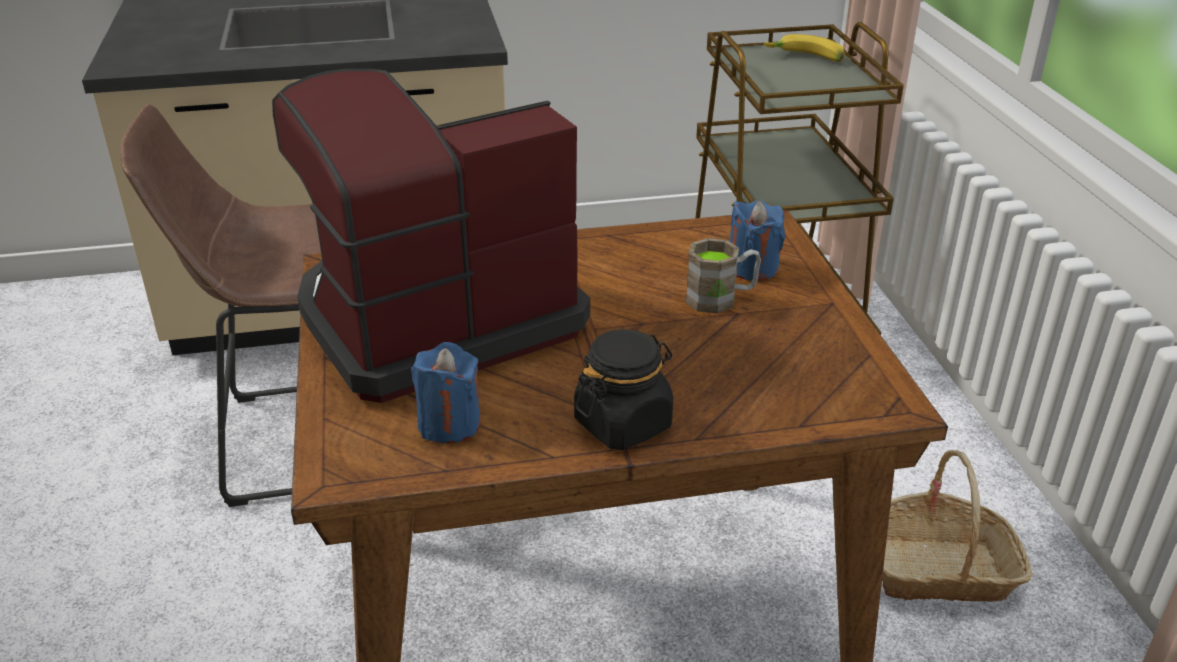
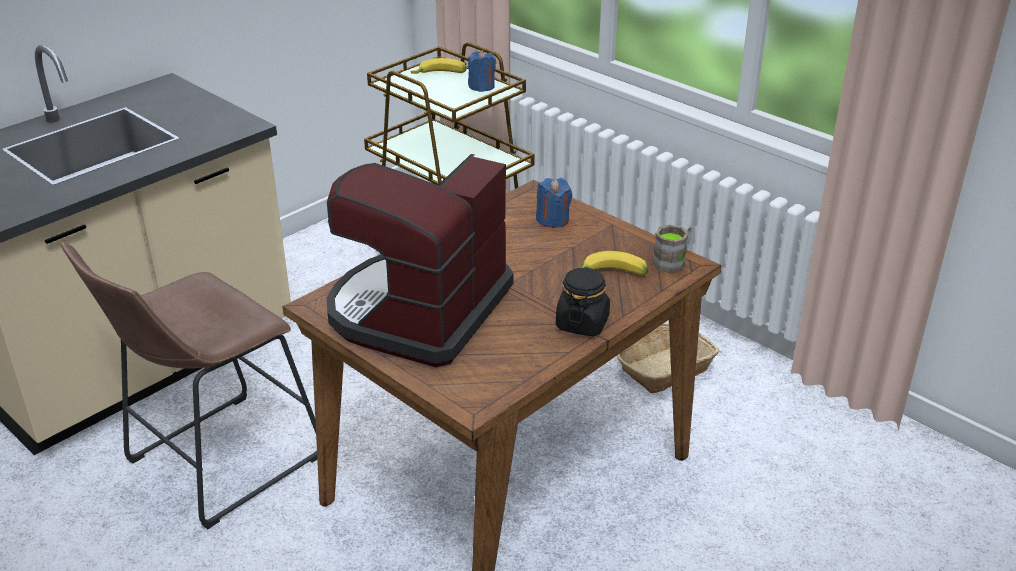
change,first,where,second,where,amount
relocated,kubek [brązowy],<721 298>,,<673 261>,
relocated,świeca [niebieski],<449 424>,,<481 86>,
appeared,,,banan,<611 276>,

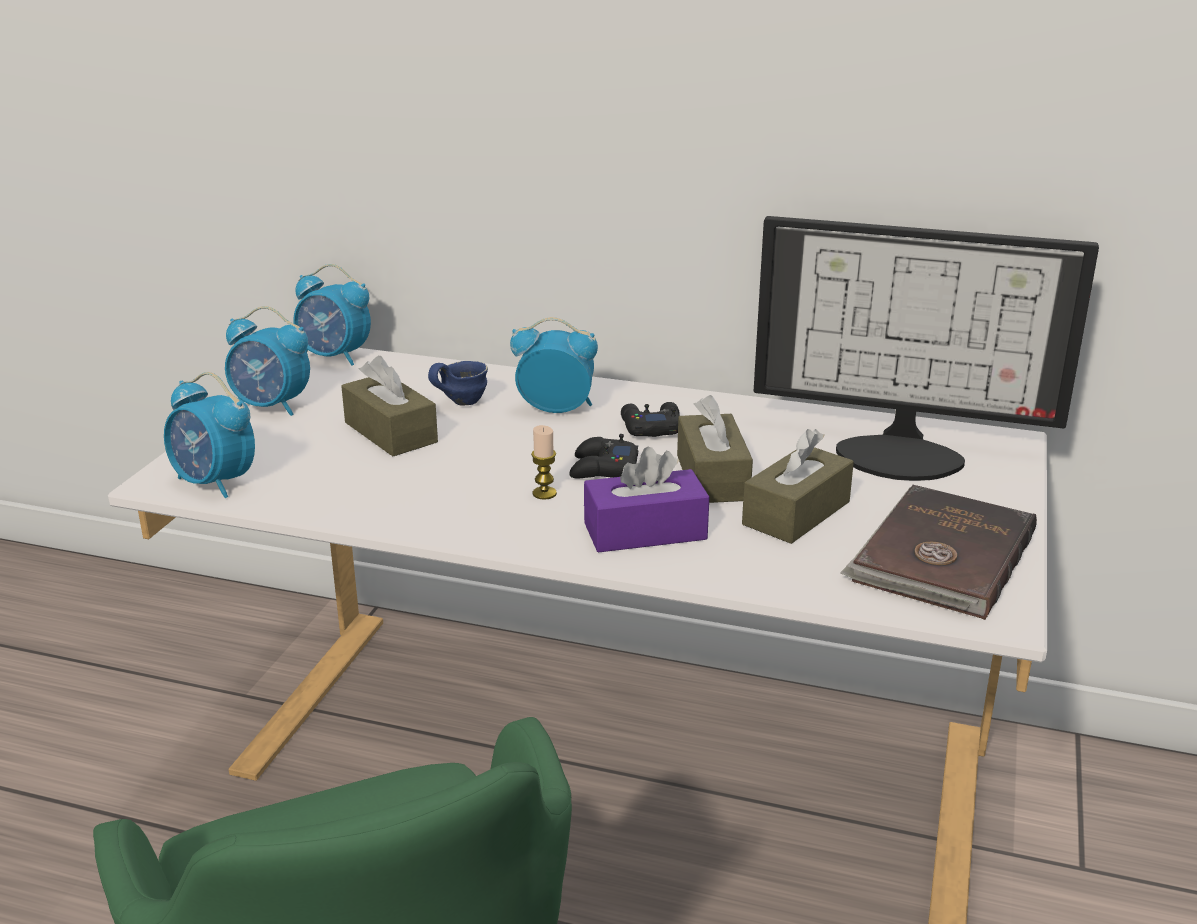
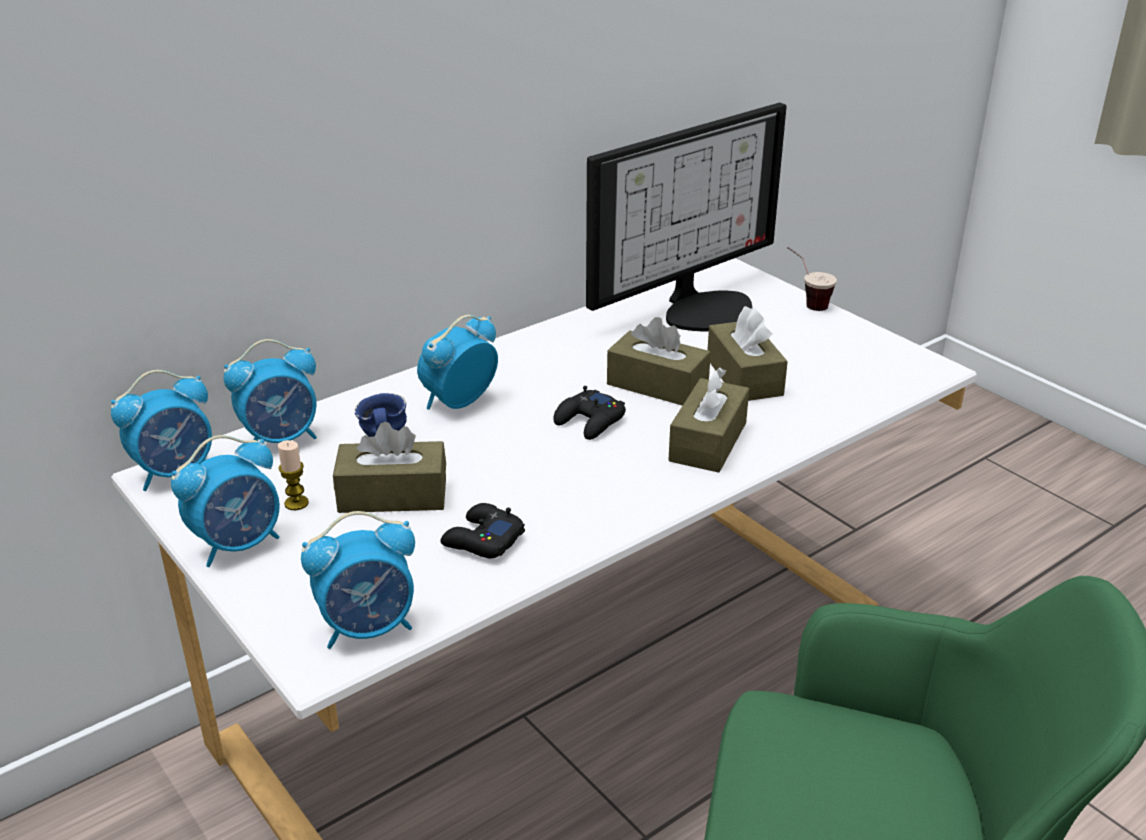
change,first,where,second,where,amount
relocated,pad do gier [czarny],<650 427>,,<482 540>,
relocated,świeca,<544 493>,,<296 503>,
colour,pudełko chusteczek [fioletowy],<645 531>,pudełko chusteczek [brązowy],<708 442>,
missing,książka [brązowy],<940 557>,,,
appeared,,,filiżanka,<806 303>,
appeared,,,budzik,<281 439>,

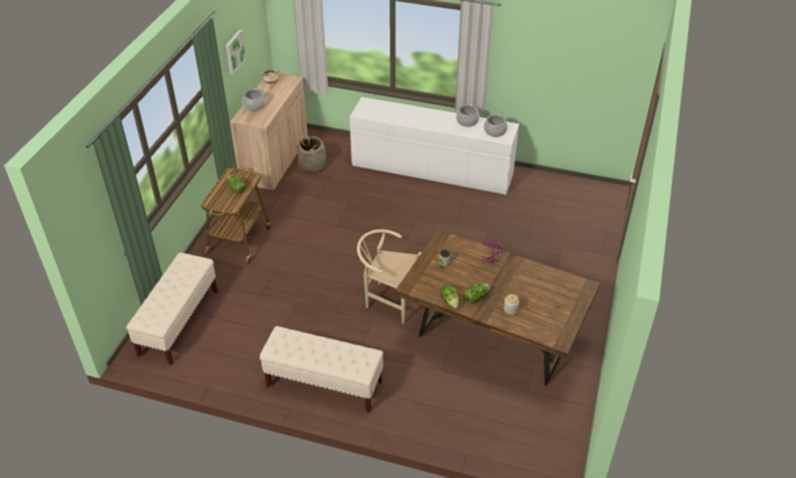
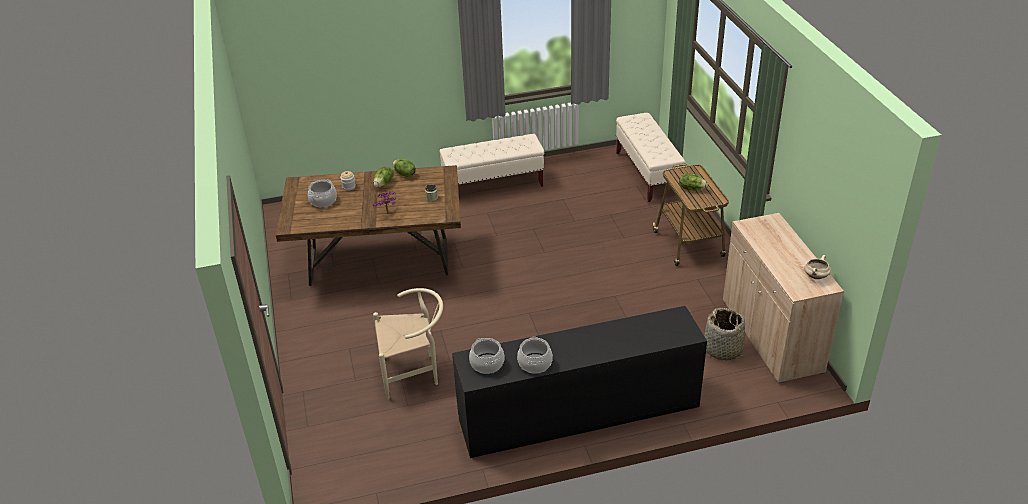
change,first,where,second,where,amount
missing,obraz,<234 51>,,,
relocated,garnek,<254 106>,,<323 200>,
colour,komoda [biały],<432 169>,komoda [czarny],<579 413>,
relocated,krzesło [beżowy],<388 299>,,<414 372>,

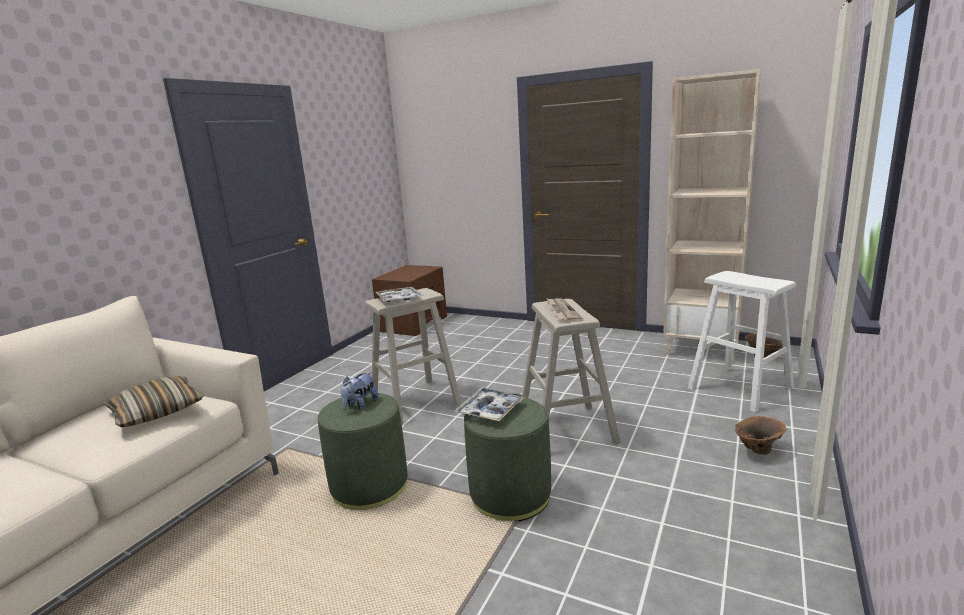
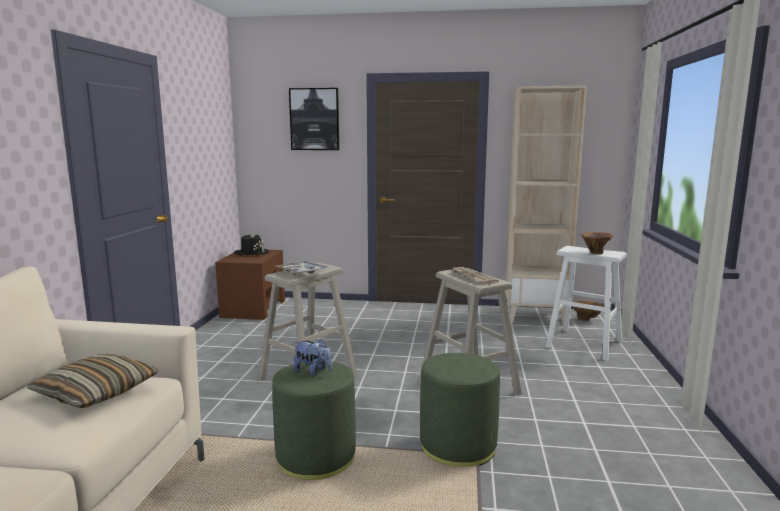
change,first,where,second,where,amount
spun,pluszak,<360 405>,,<313 371>,75 degrees counterclockwise
missing,taca,<491 410>,,,
relocated,wazon [brązowy],<757 451>,,<594 253>,
appeared,,,obraz,<314 119>,
appeared,,,kapelusz [czarny],<252 253>,

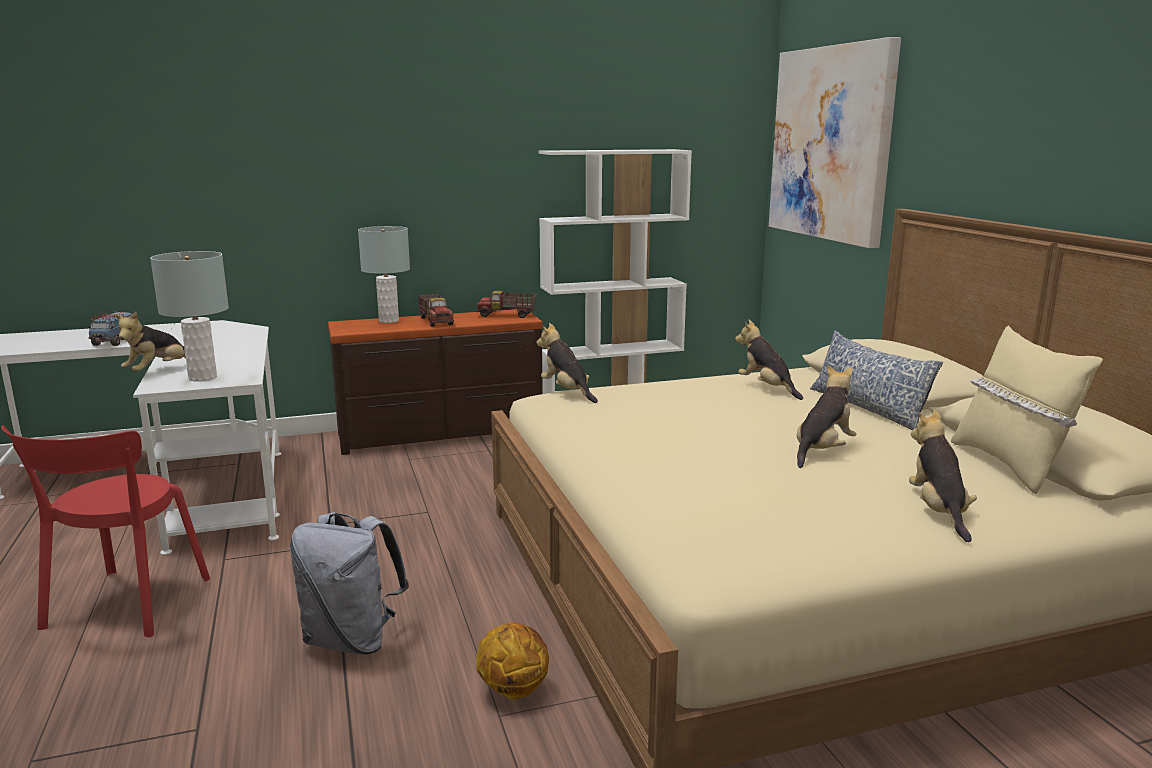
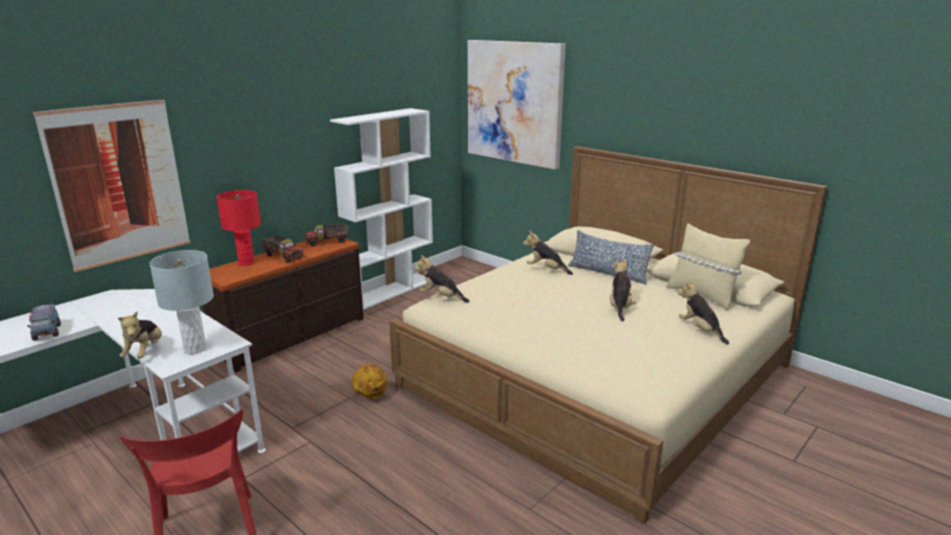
change,first,where,second,where,amount
colour,lampa stołowa [szary],<388 321>,lampa stołowa [czerwony],<246 263>,
missing,plecak [szary],<352 640>,,,
relocated,piłka do koszykówki,<513 689>,,<370 396>,
appeared,,,obraz,<119 183>,

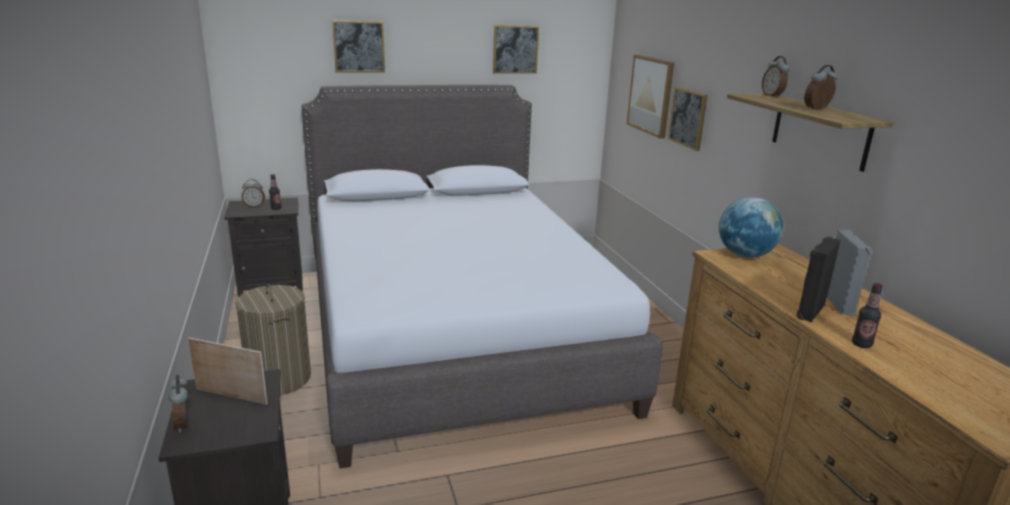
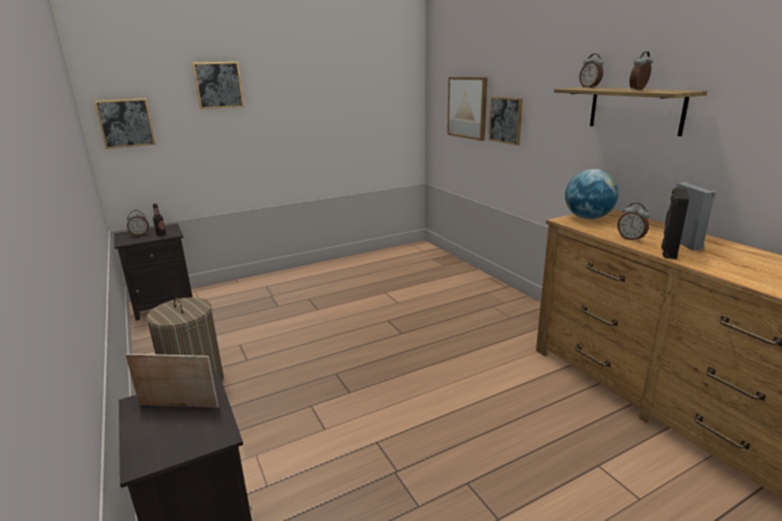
change,first,where,second,where,amount
relocated,obraz,<515 49>,,<126 123>,
missing,łóżko [szary],<452 333>,,,
missing,butelka,<861 344>,,,
relocated,budzik,<183 424>,,<631 239>,

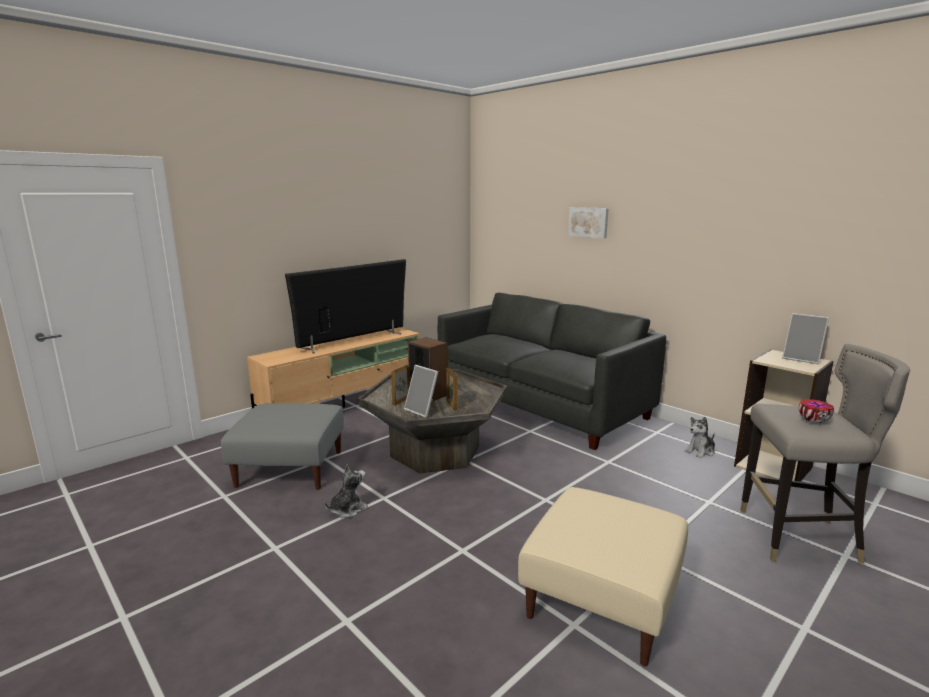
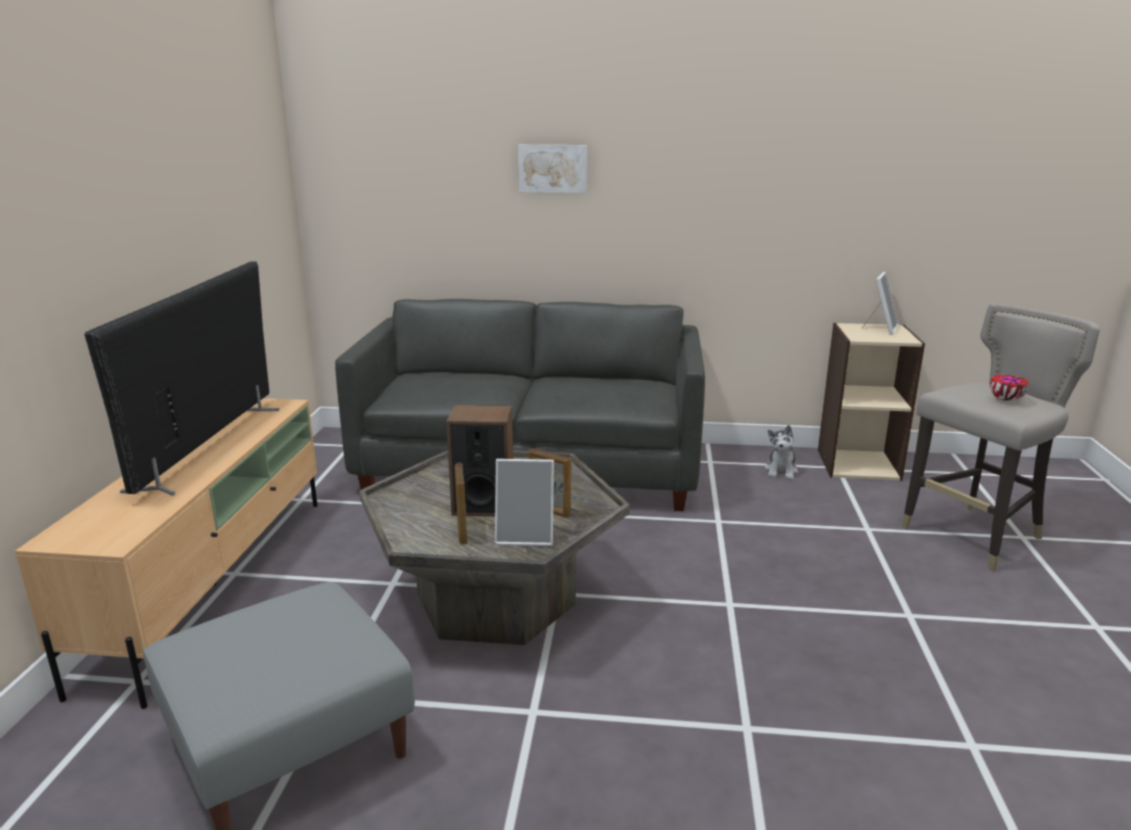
change,first,where,second,where,amount
spun,ramka na zdjęcie,<802 359>,,<880 328>,60 degrees counterclockwise
missing,pluszak,<347 509>,,,
missing,pufa [beżowy],<602 600>,,,

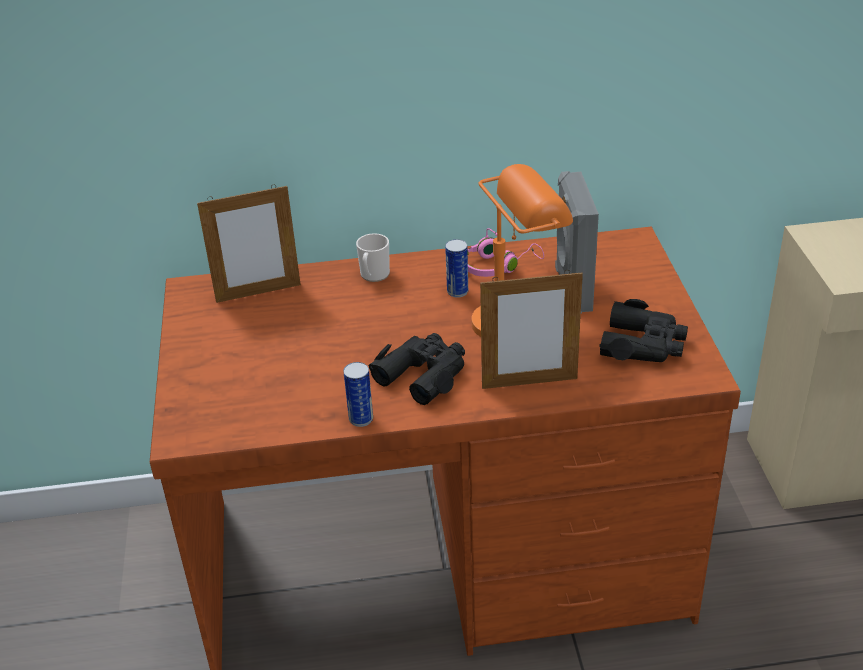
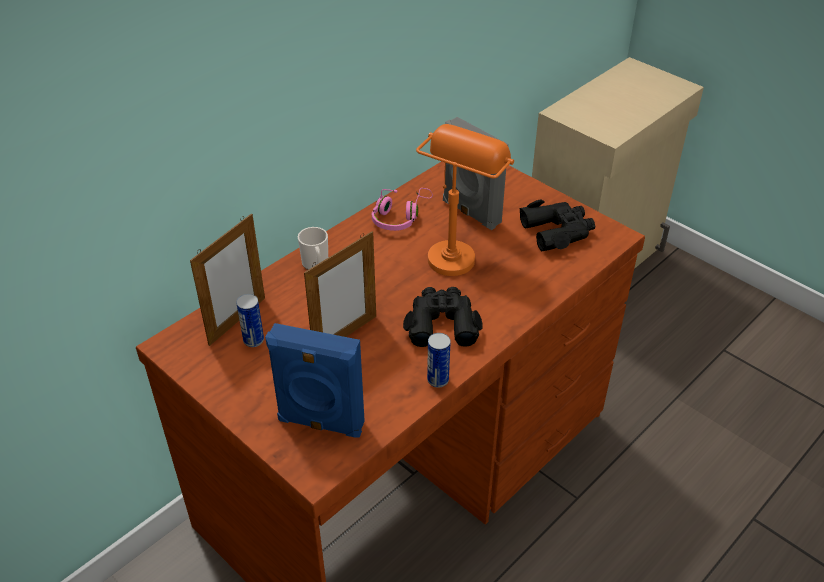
change,first,where,second,where,amount
relocated,puszka,<457 292>,,<253 340>,
relocated,ramka na zdjęcie,<529 383>,,<345 336>,
appeared,,,głośnik [niebieski],<320 423>,

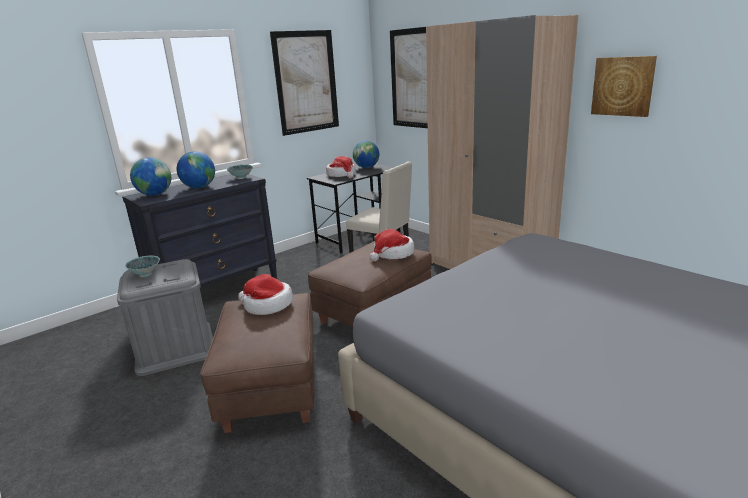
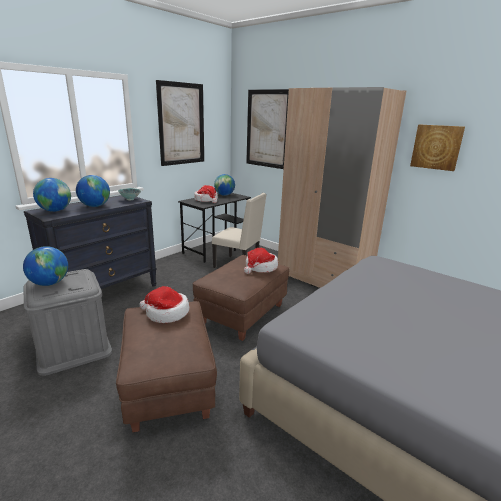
change,first,where,second,where,amount
exchanged,miska,<145 274>,globus,<49 283>,

